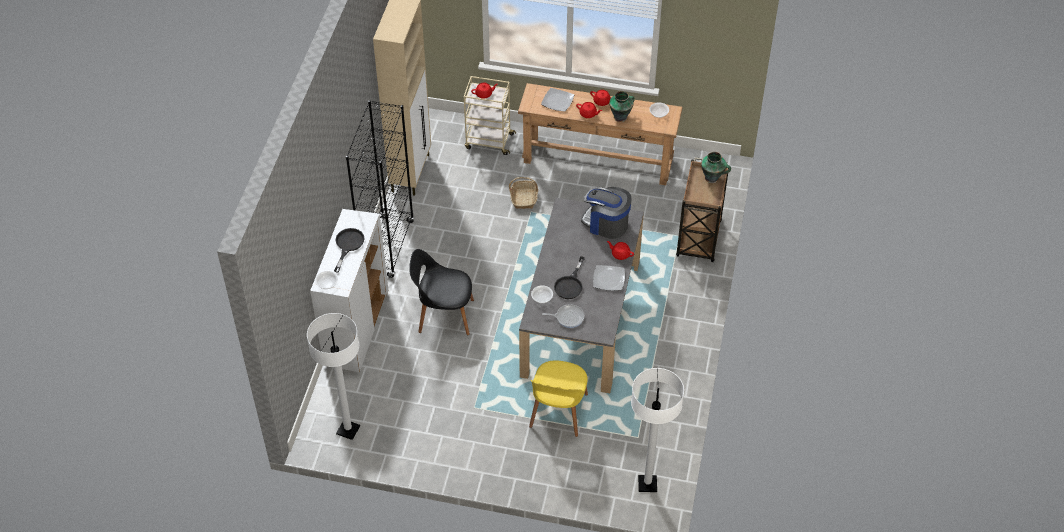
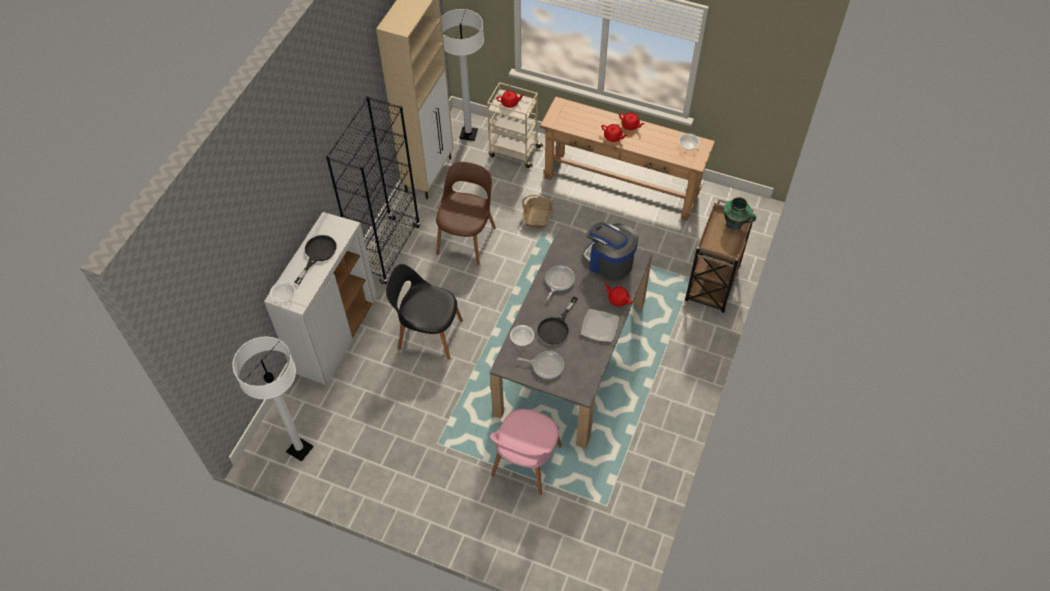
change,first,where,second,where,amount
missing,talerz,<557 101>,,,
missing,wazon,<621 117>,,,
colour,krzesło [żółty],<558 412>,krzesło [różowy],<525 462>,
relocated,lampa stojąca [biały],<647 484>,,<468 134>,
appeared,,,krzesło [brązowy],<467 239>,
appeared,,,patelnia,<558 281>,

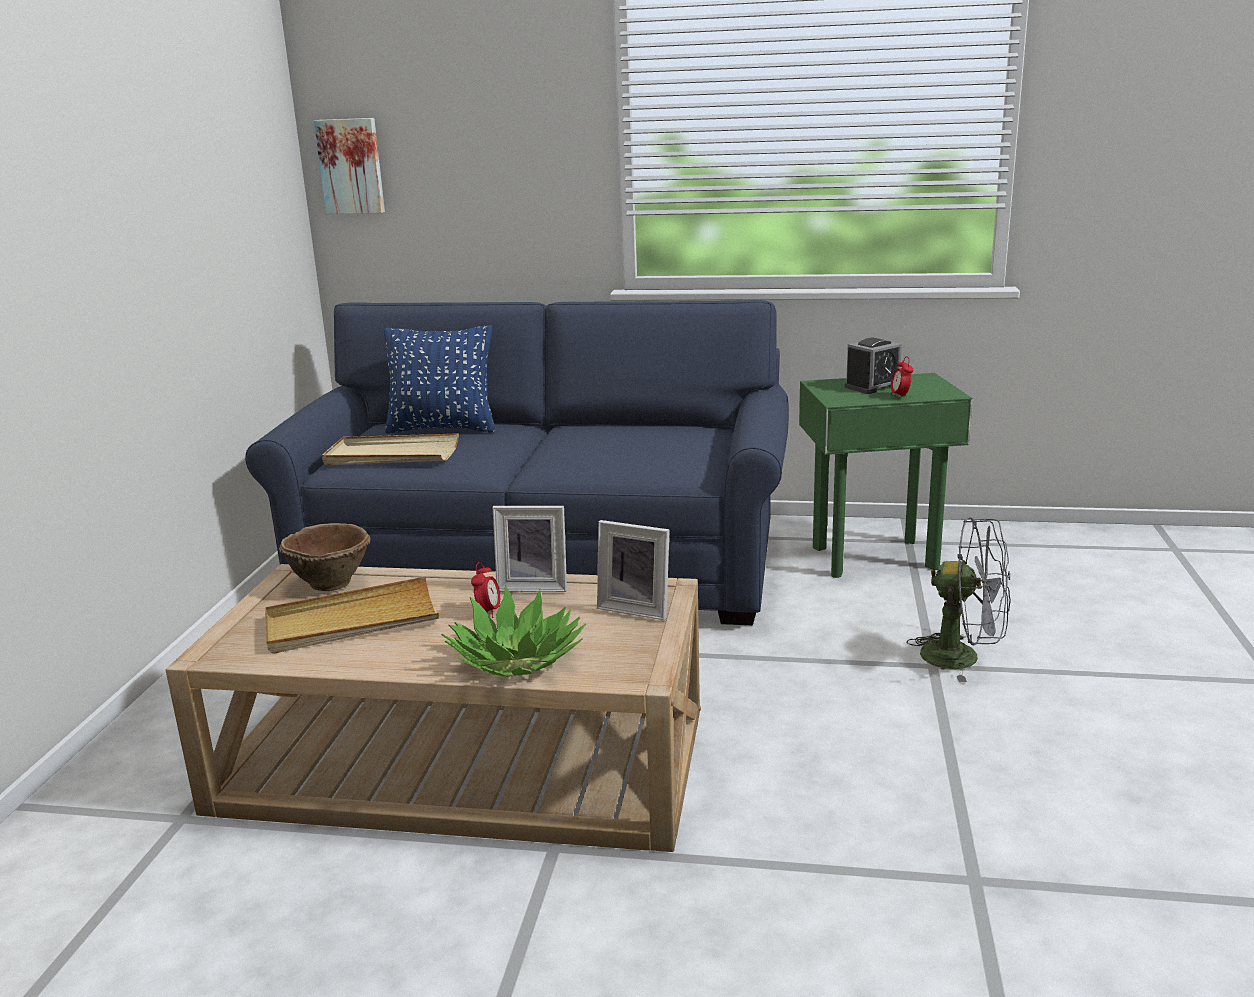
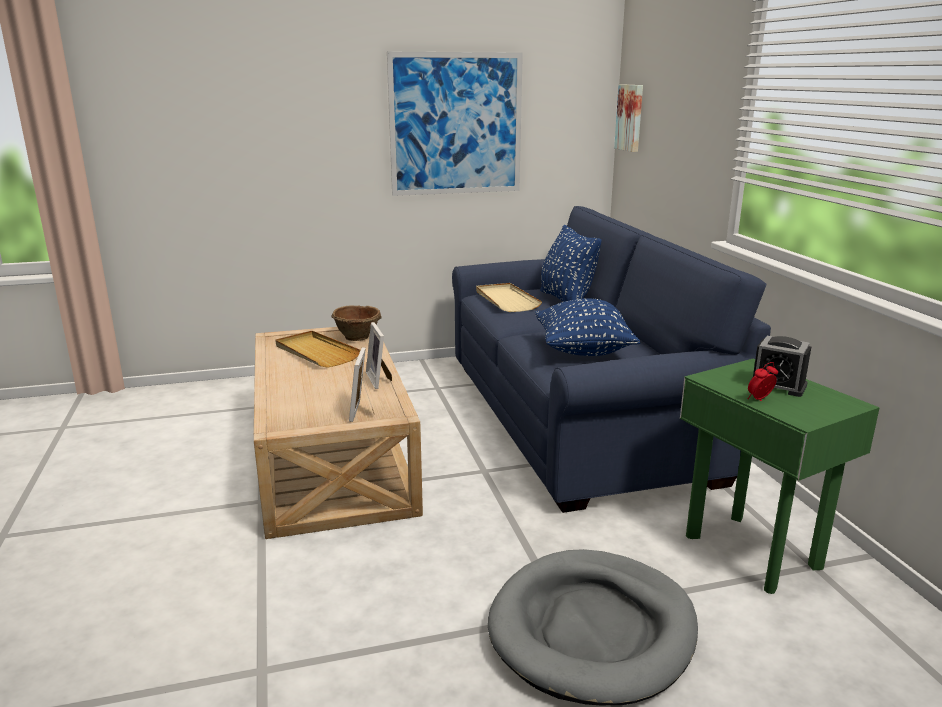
change,first,where,second,where,amount
exchanged,wentylator [szary],<963 657>,legowisko [szary],<592 630>,
missing,budzik,<488 612>,,,
missing,roślina doniczkowa,<517 659>,,,
appeared,,,obraz,<456 124>,
appeared,,,poduszka [niebieski],<583 351>,

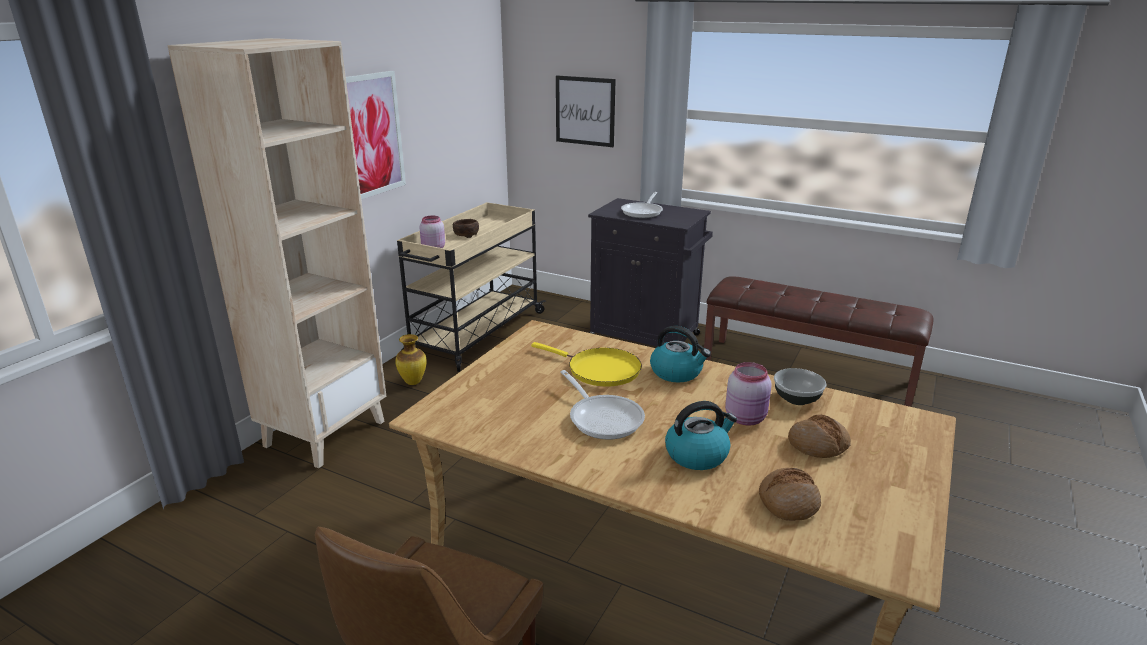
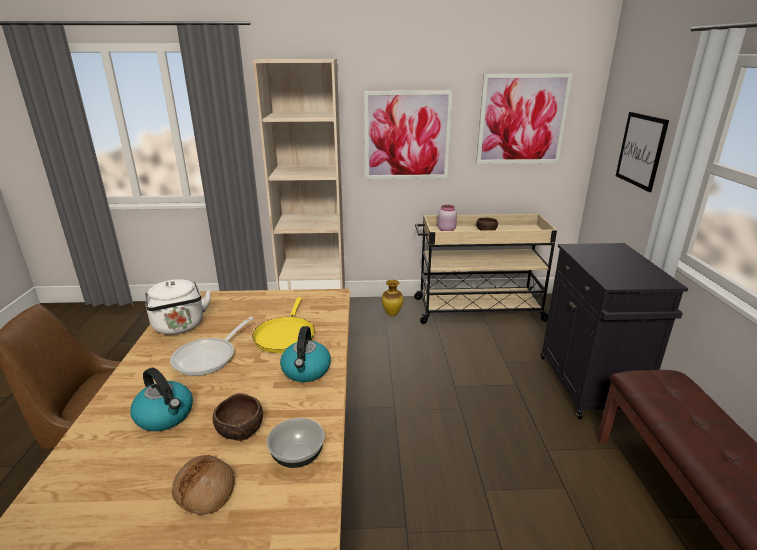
change,first,where,second,where,amount
missing,patelnia,<643 212>,,,
exchanged,słoik [różowy],<746 418>,miska [brązowy],<240 429>,
missing,chleb,<788 502>,,,
appeared,,,obraz,<522 120>,
appeared,,,czajnik [biały],<180 327>,

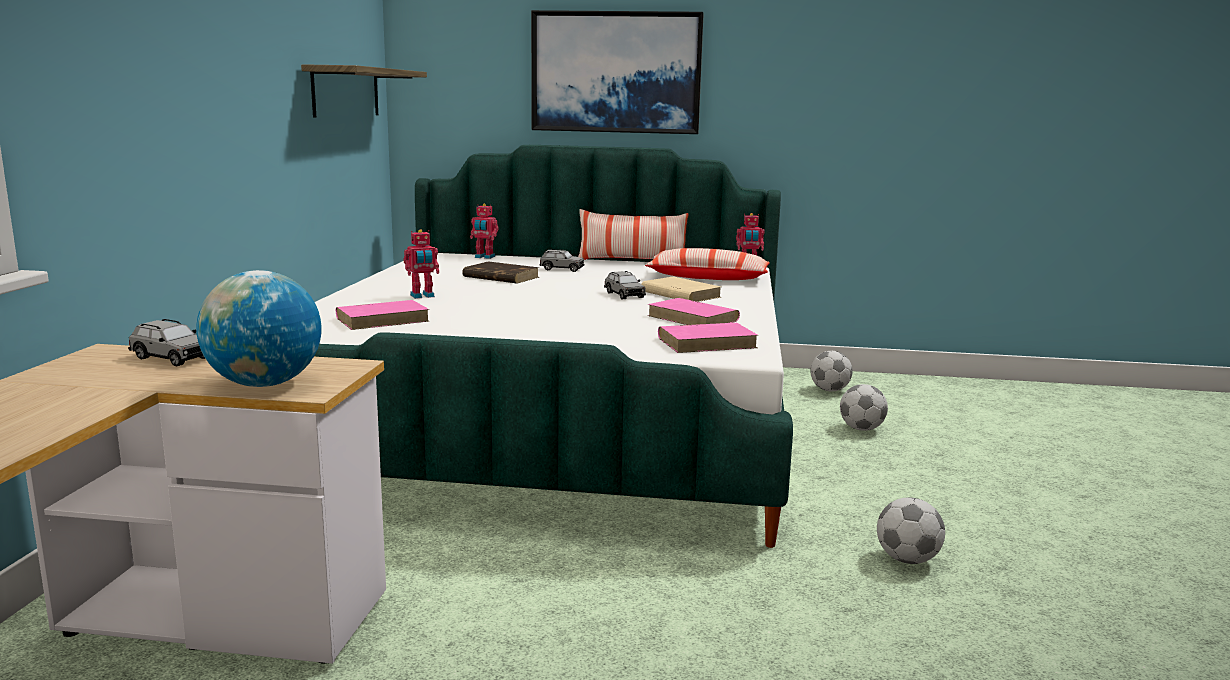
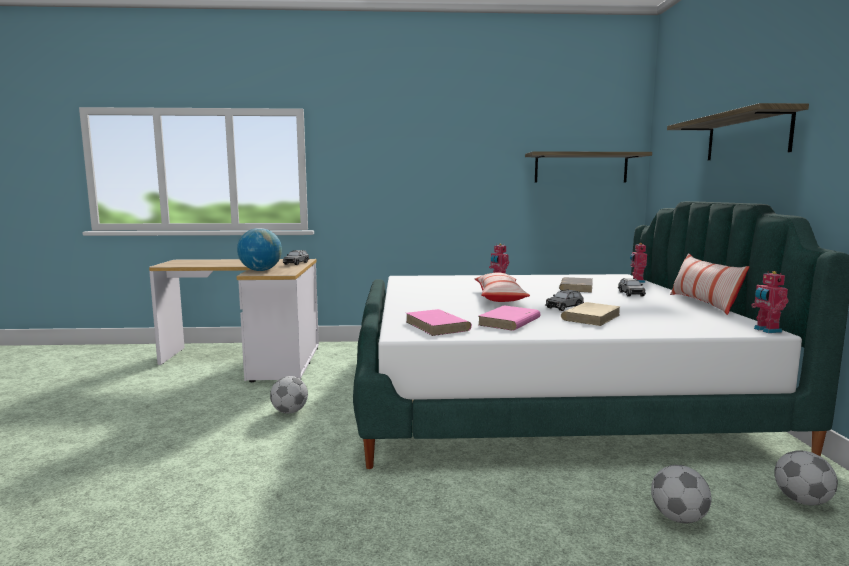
change,first,where,second,where,amount
exchanged,obraz,<616 72>,półka,<747 136>,
relocated,poduszka,<707 278>,,<499 297>,
missing,książka [różowy],<383 319>,,,
relocated,piłka futbolowa,<907 559>,,<290 411>,

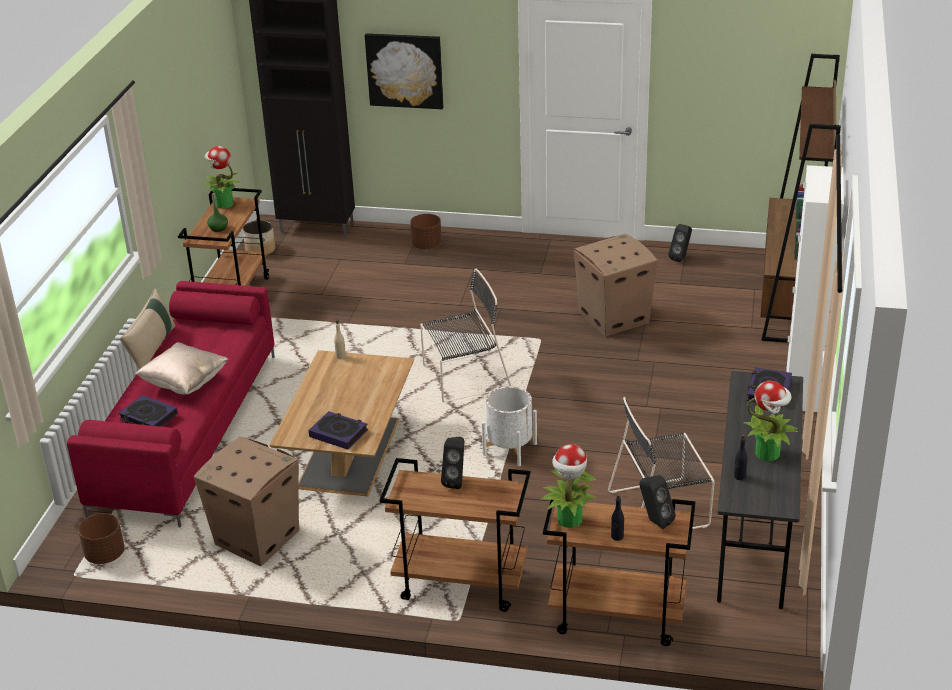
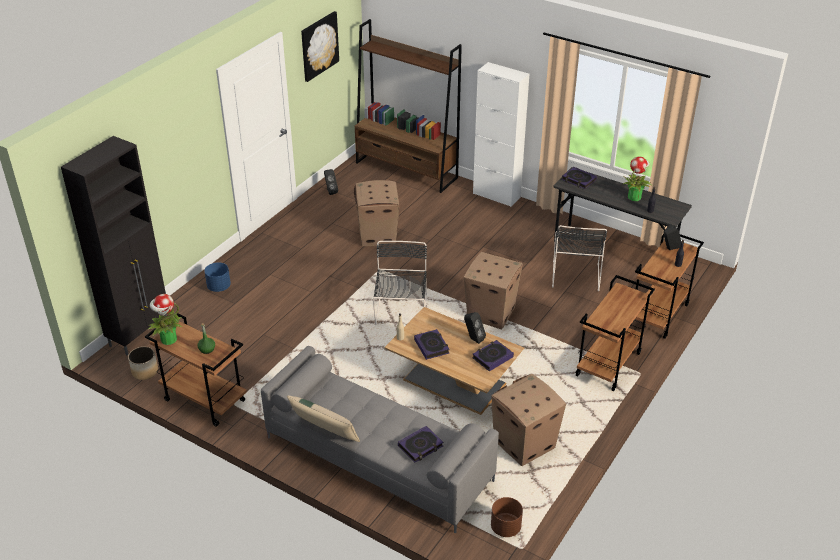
change,first,where,second,where,amount
relocated,obraz,<405 70>,,<319 46>,
colour,donica [brązowy],<427 245>,donica [niebieski],<219 287>,
colour,kanapa [czerwony],<186 431>,kanapa [szary],<377 459>,
missing,poduszka [beżowy],<184 383>,,,
exchanged,donica [biały],<510 449>,karton,<490 313>,
relocated,głośnik [czarny],<456 481>,,<473 339>,
missing,roślina doniczkowa,<569 520>,,,
appeared,,,książka,<431 346>,

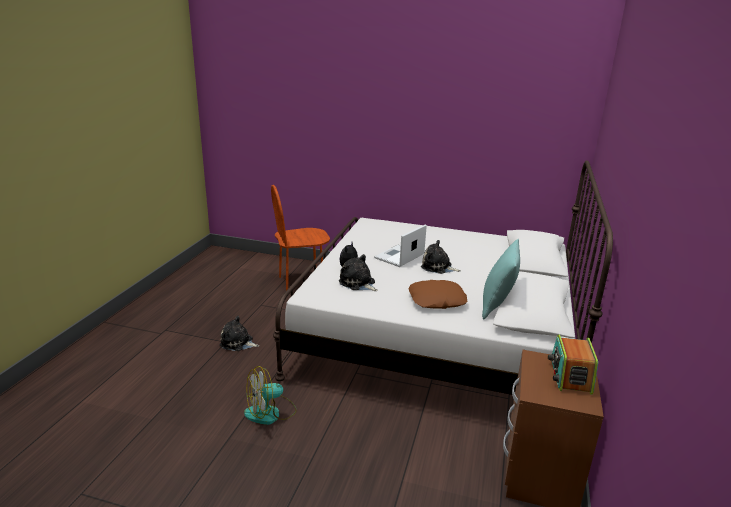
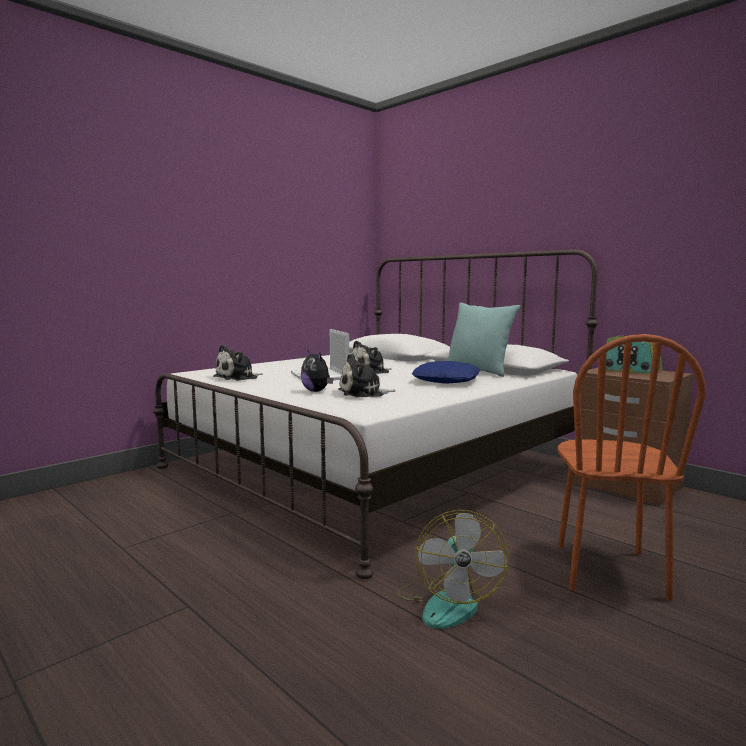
change,first,where,second,where,amount
relocated,krzesło [brązowy],<301 282>,,<608 570>,
colour,poduszka [brązowy],<437 300>,poduszka [niebieski],<447 381>,
relocated,pluszak,<238 343>,,<238 377>,

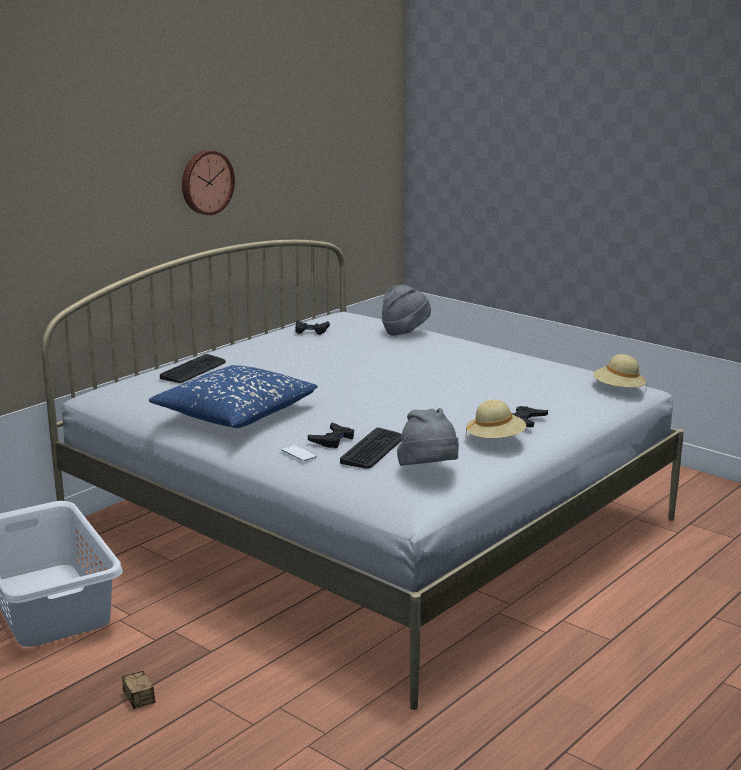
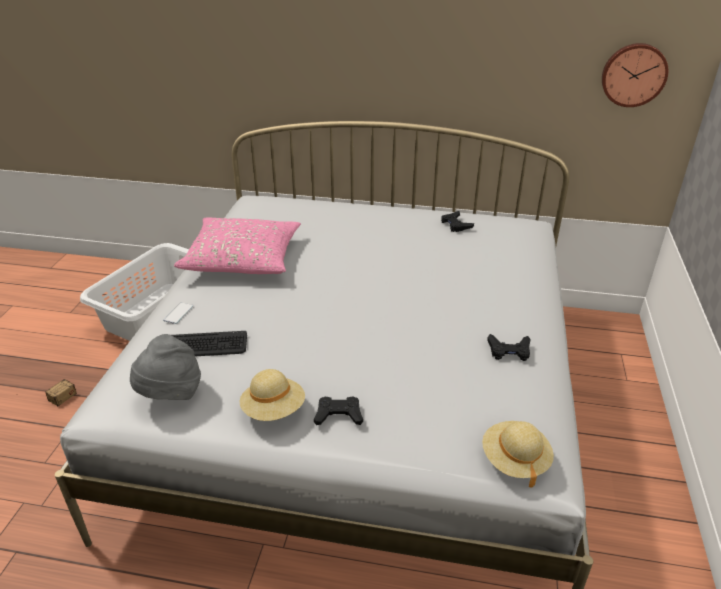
change,first,where,second,where,amount
relocated,zegar ścienny,<206 182>,,<633 74>,
missing,kapelusz [szary],<405 332>,,,
missing,klawiatura,<193 370>,,,
colour,poduszka [niebieski],<235 413>,poduszka [różowy],<243 258>,
relocated,pad do gier [czarny],<332 440>,,<509 351>,

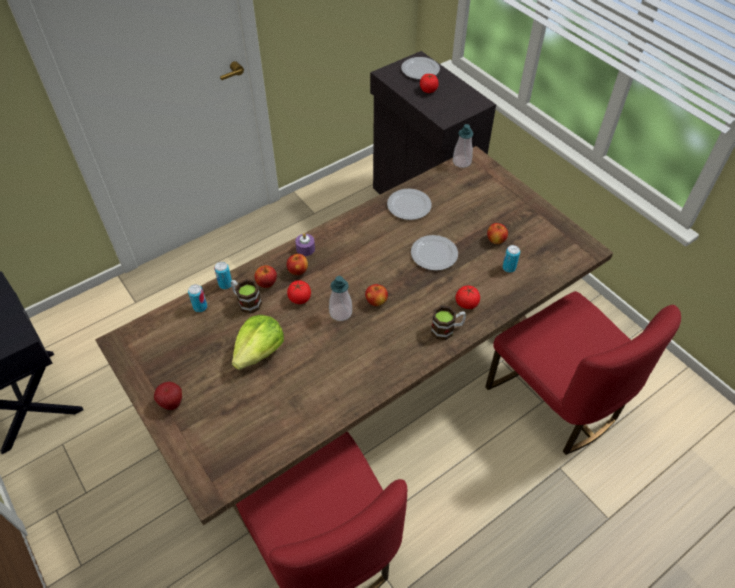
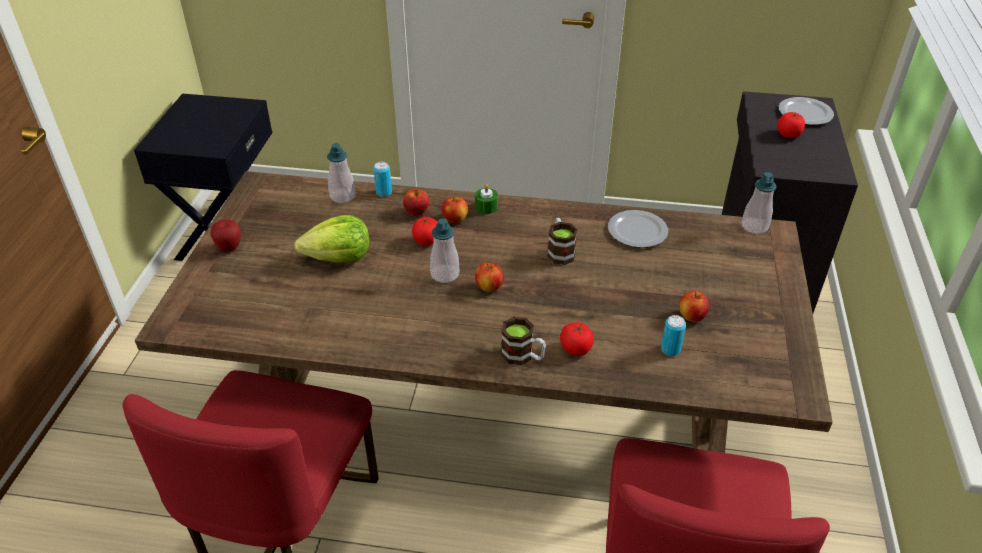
change,first,where,second,where,amount
colour,świeca [fioletowy],<305 249>,świeca [zielony],<486 207>,
missing,talerz,<433 255>,,,
relocated,kubek,<246 302>,,<560 251>,
exchanged,puszka,<200 307>,dozownik mydła,<342 196>,

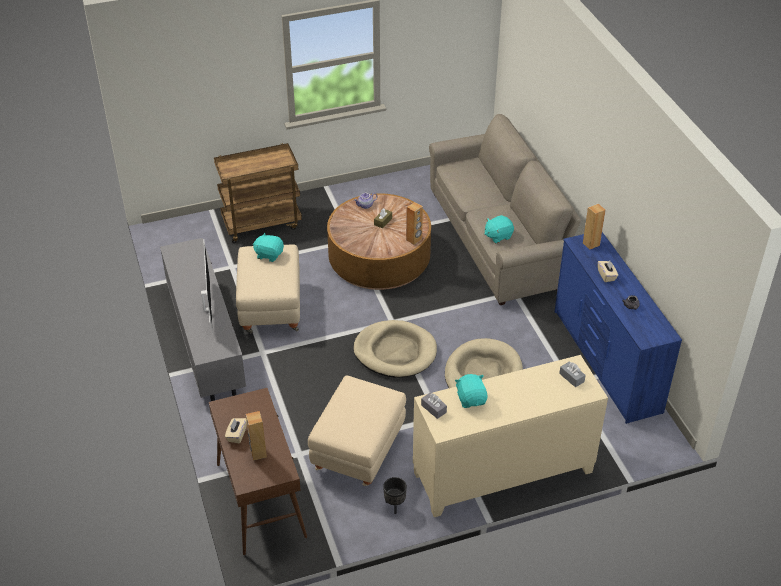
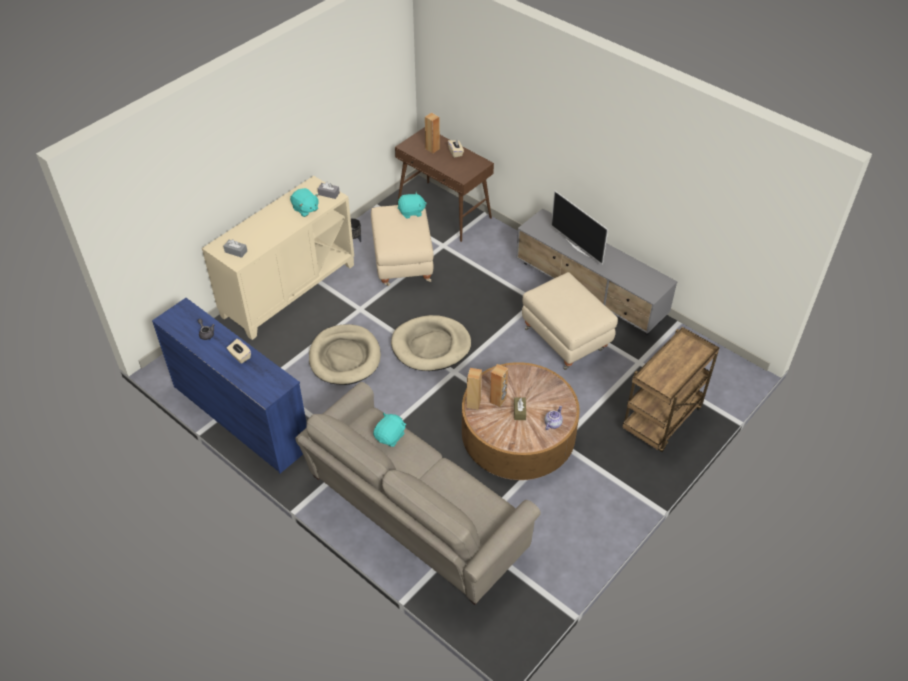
change,first,where,second,where,amount
relocated,głośnik [brązowy],<591 244>,,<498 400>,
relocated,pluszak [turkusowy],<269 254>,,<411 212>,

